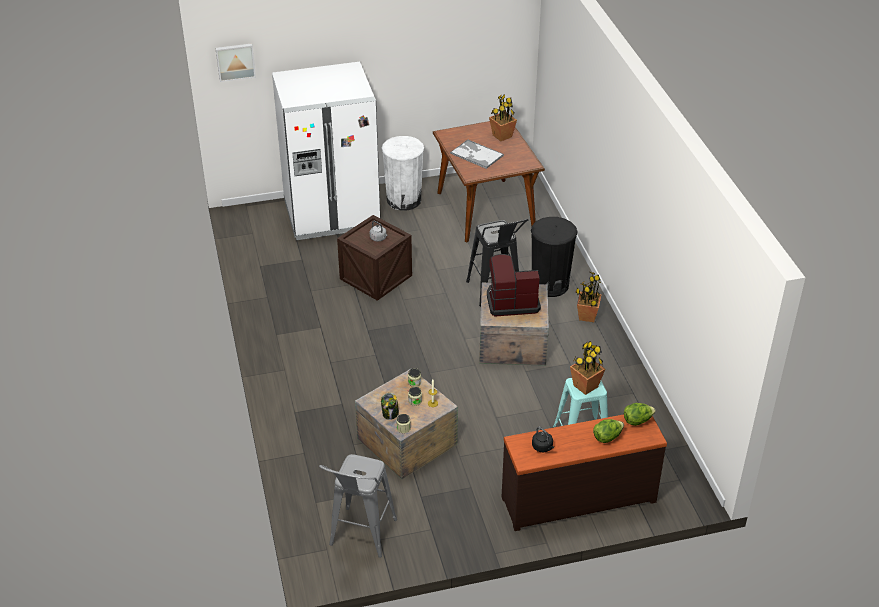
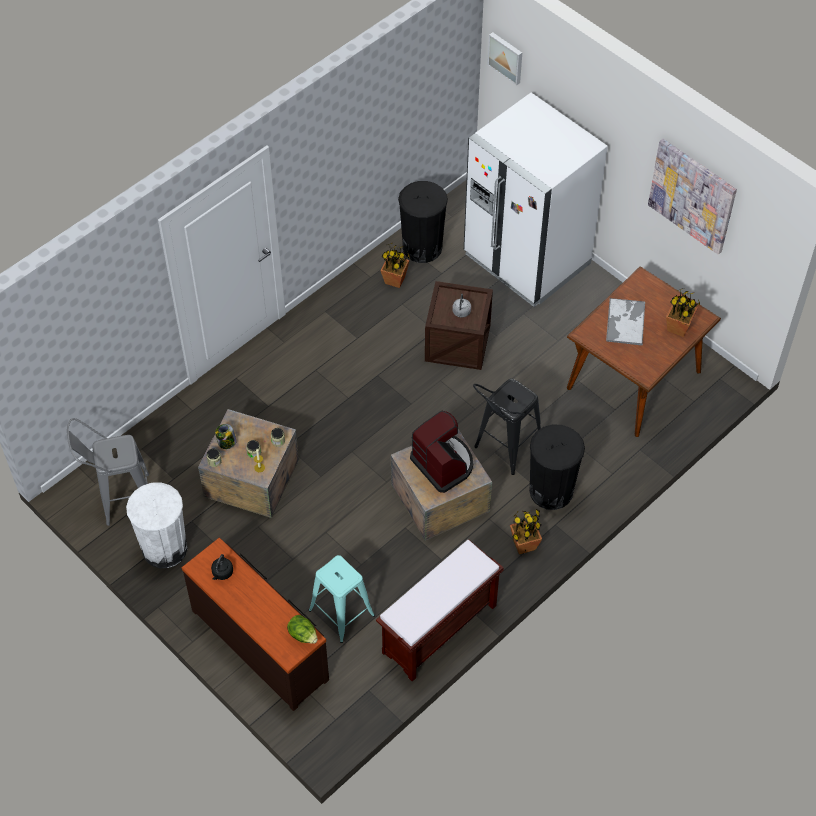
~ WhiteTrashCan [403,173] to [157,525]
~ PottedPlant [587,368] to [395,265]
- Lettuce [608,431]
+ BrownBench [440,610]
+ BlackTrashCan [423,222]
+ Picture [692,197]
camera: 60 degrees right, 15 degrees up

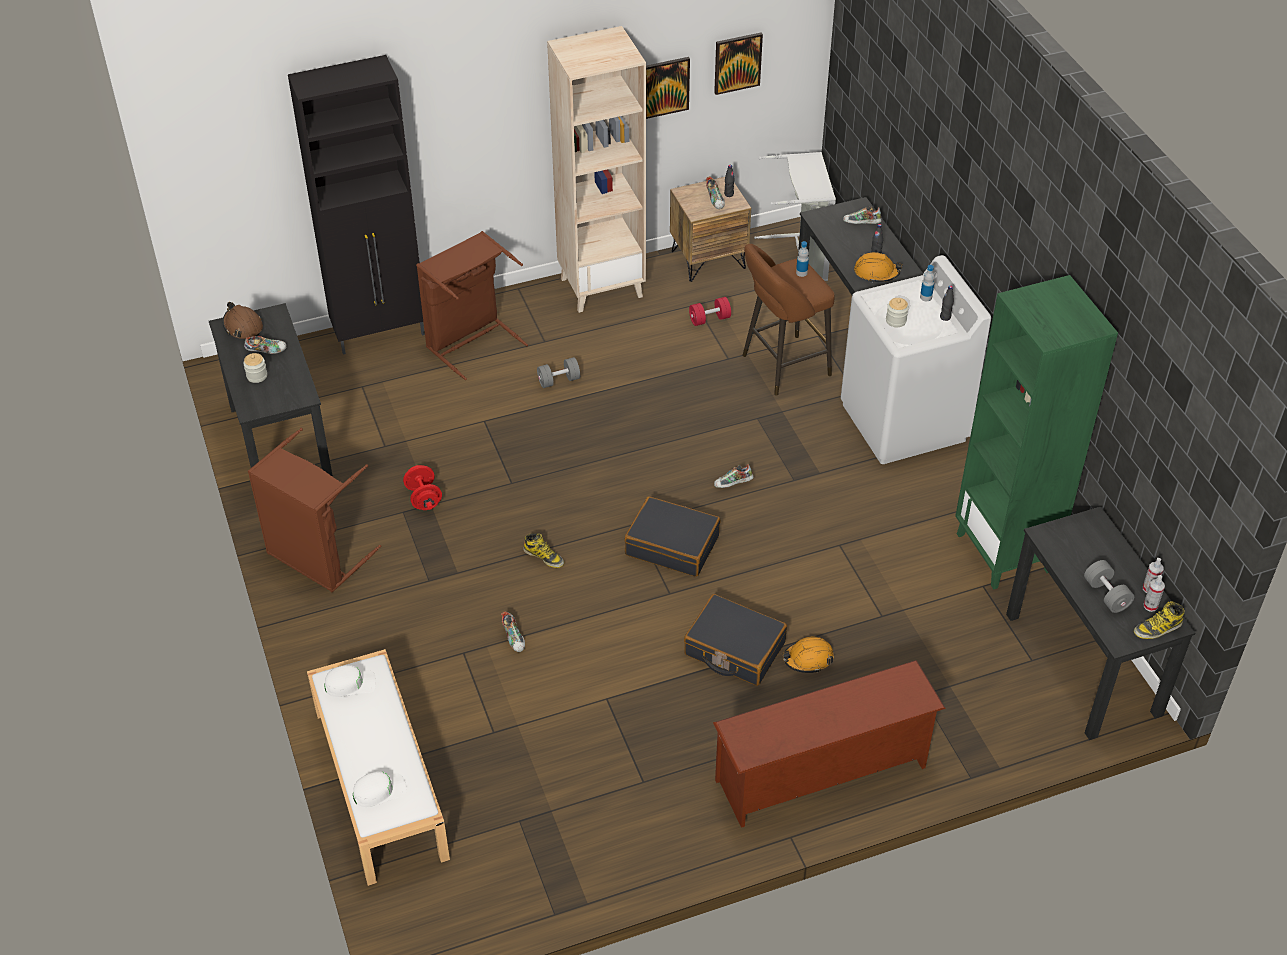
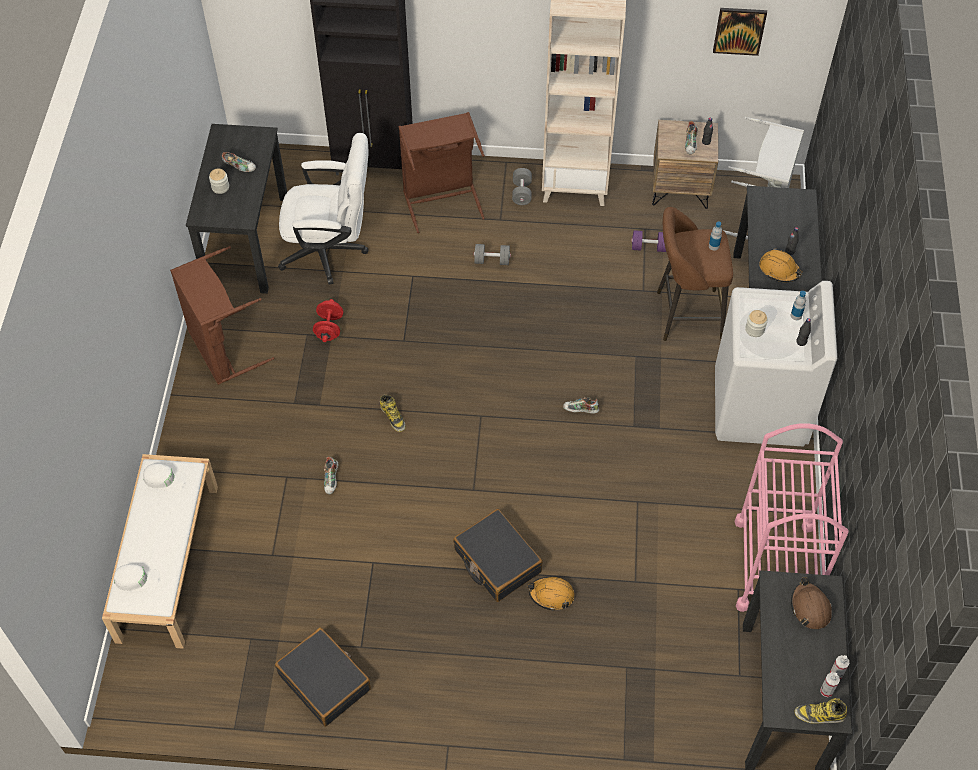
~ BrownHardHat [243,320] to [811,603]
~ BlackSuitcase [672,536] to [323,677]
- Picture [668,88]
~ RedDumbbell [710,311] to PurpleDumbbell [648,241]
- BrownShoeRack [829,744]
- Shoe [862,215]
~ GreenBookcase [1036,432] to PinkCart [791,517]
~ GreyDumbbell [1109,586] to [522,186]
+ WhiteOfficeChair [323,209]
camera: 25 degrees right, 10 degrees up

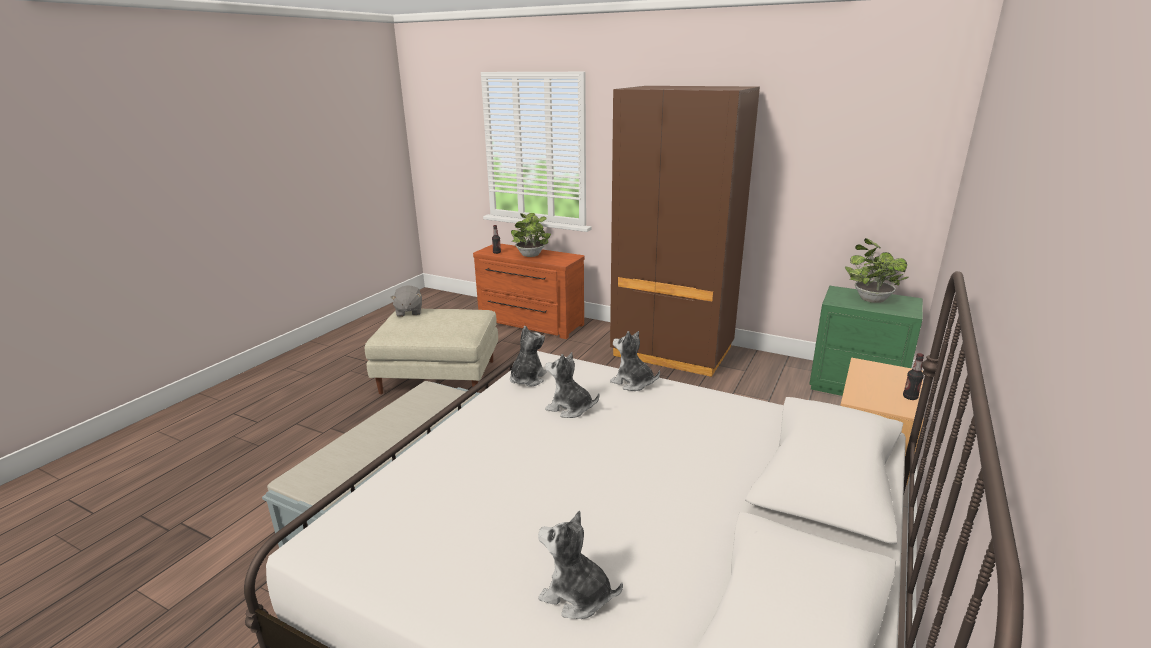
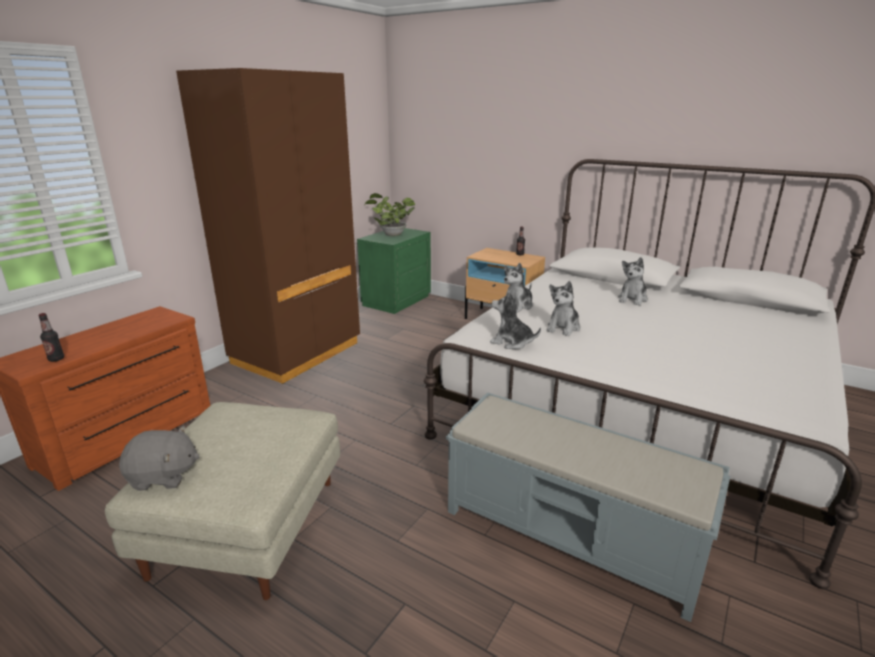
- PottedPlant [531,235]
~ PlushToy [580,564] to [633,281]
camera: 85 degrees left, 0 degrees up

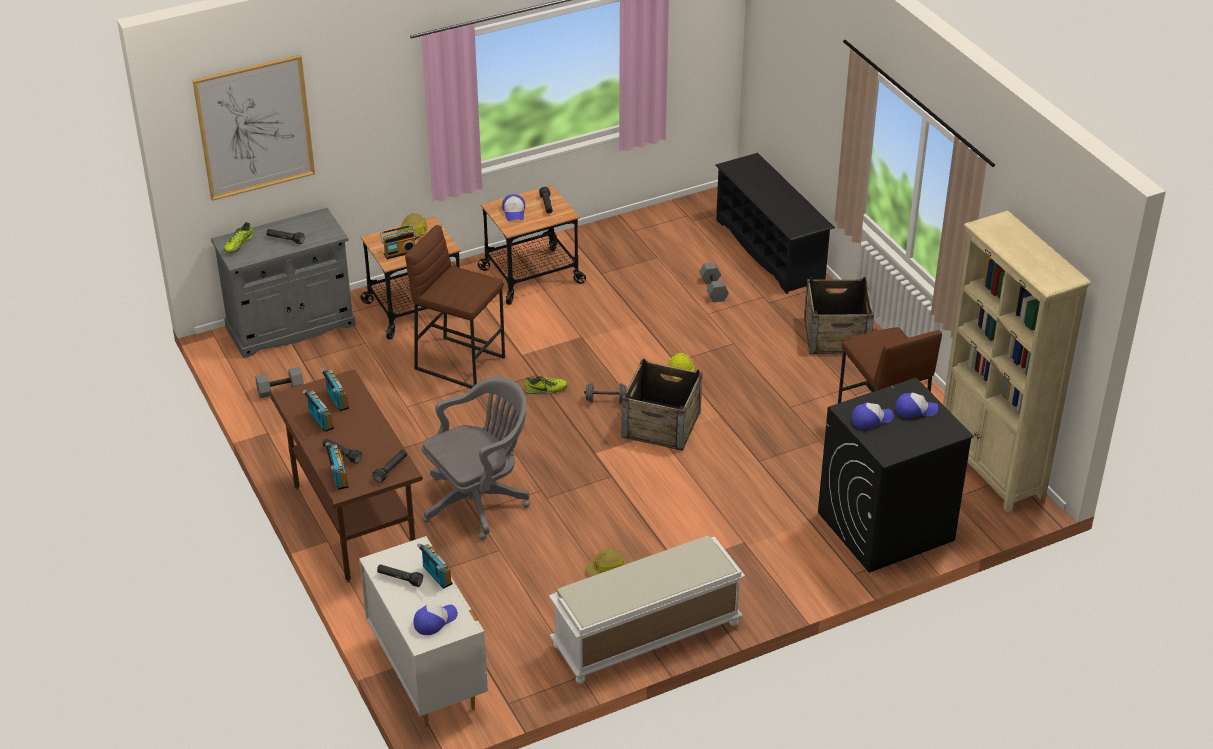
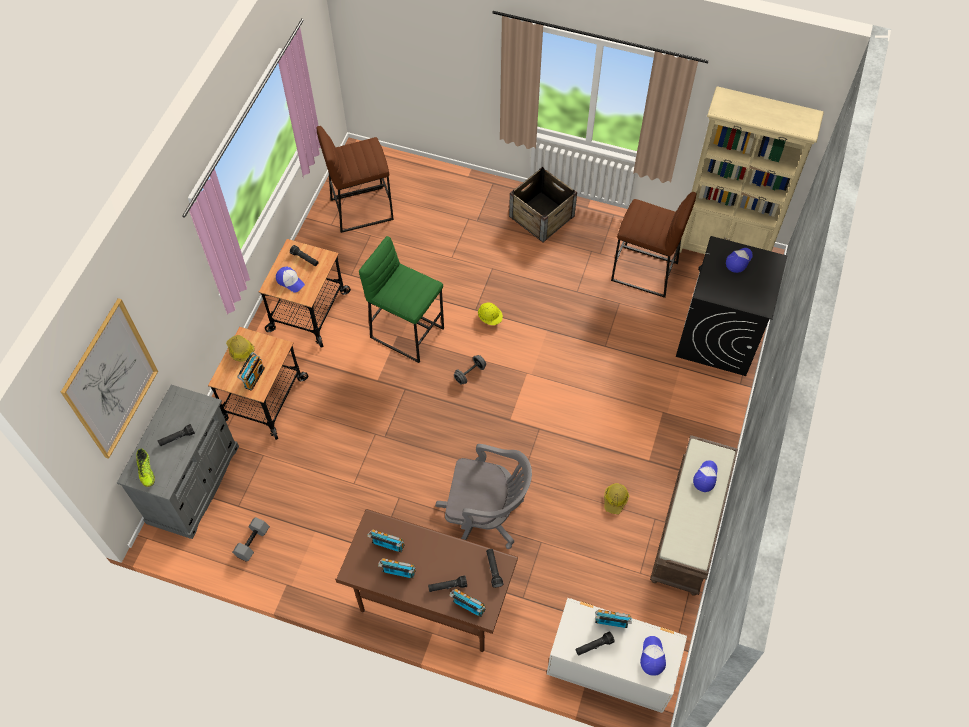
~ BrownStool [455,306] to [355,179]
~ GreyOfficeChair [476,458] = [483,496] 90 degrees clockwise
- Shoe [546,385]
~ WhiteBench [647,610] to BrownBench [694,515]
- Crate [662,404]
- GreyDumbbell [714,282]
- BlackShoeRack [775,223]
~ Cap [872,416] to [705,476]
+ GreenStool [401,299]
camera: 45 degrees left, 20 degrees up

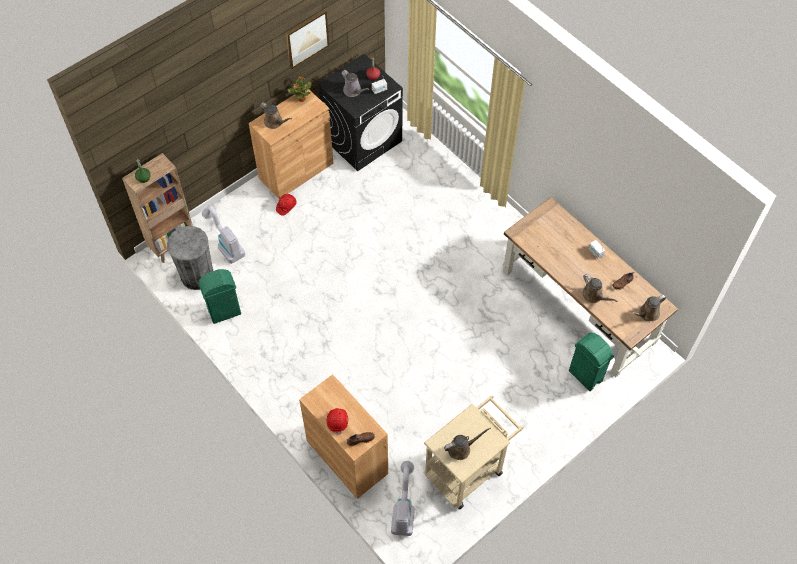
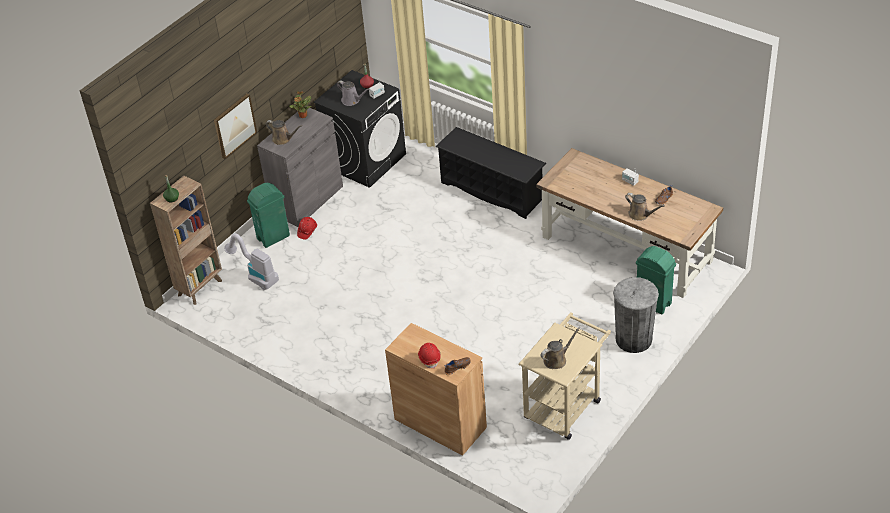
~ GreyTrashCan [190,258] to [636,315]
~ GreenTrashCan [219,296] to [268,215]
~ BrownCabinet [291,144] to GreyCabinet [300,166]
~ Picture [307,39] to [235,126]
- VacuumCleaner [403,498]
- BrownWateringCan [648,308]
+ BlackShoeRack [490,173]
camera: 10 degrees left, 15 degrees down

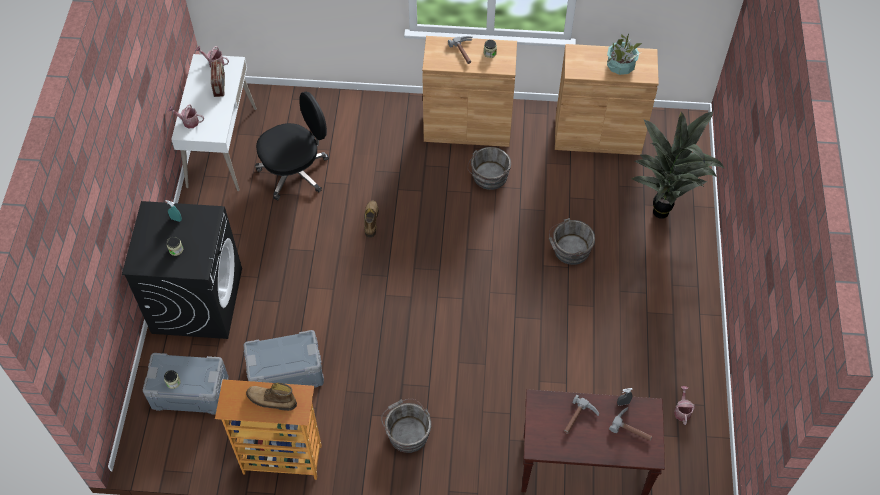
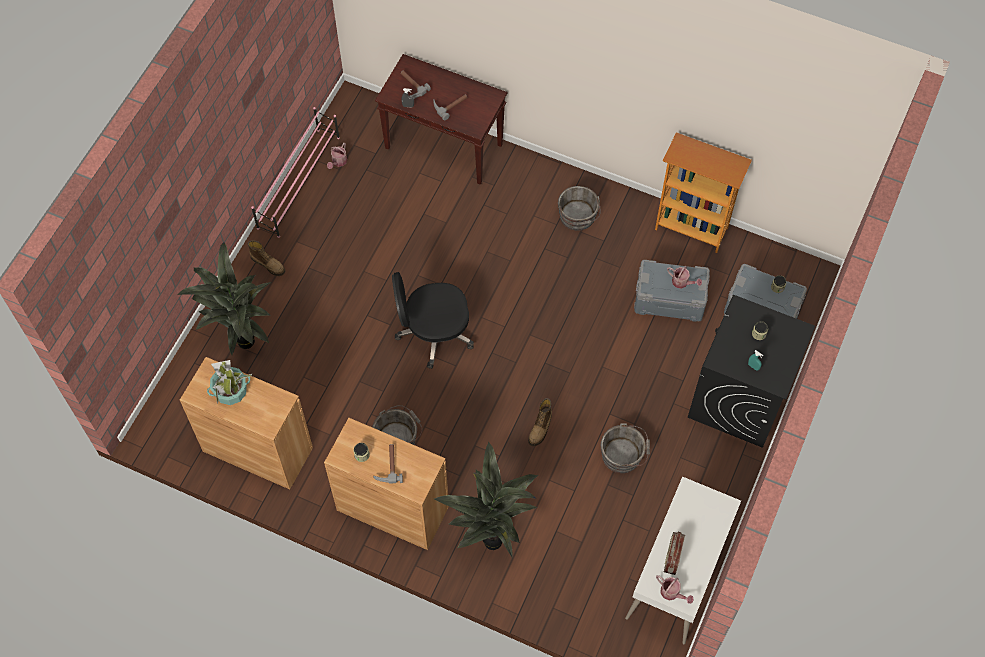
~ WateringCan [186,116] to [684,277]
~ Boot [271,397] to [266,258]
~ BlackOfficeChair [292,146] to [433,320]
~ GreyBucket [572,241] to [625,448]
+ PinkShoeRack [295,172]
+ PottedPlant [486,499]
camera: 160 degrees left, 5 degrees up

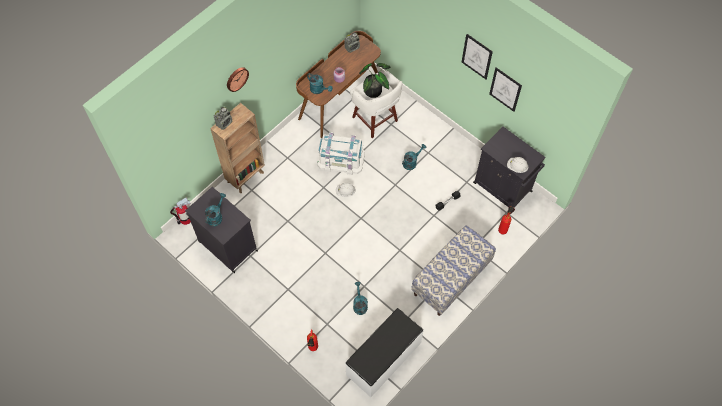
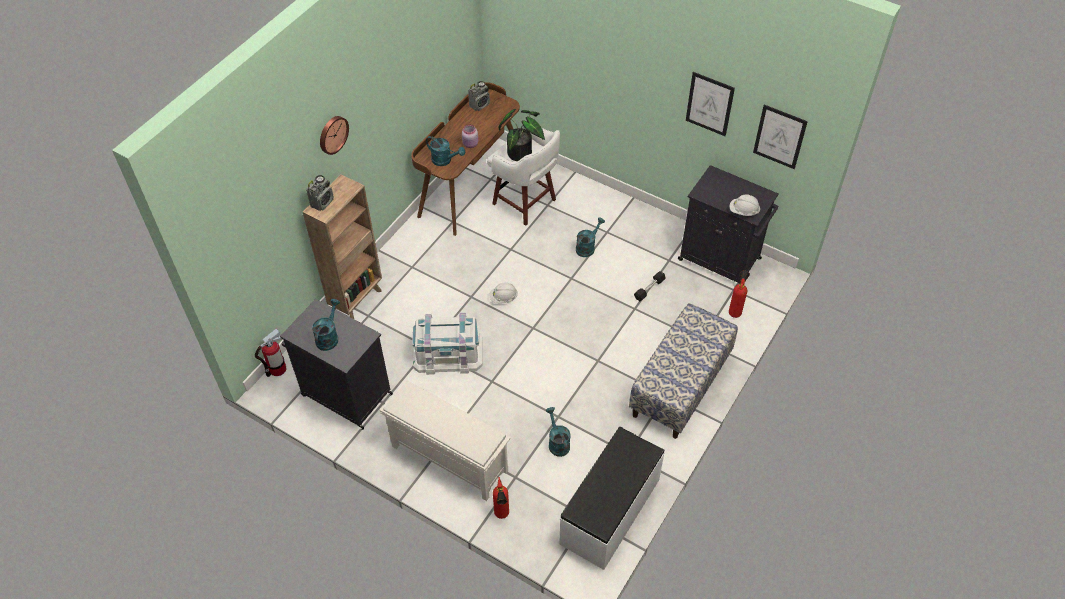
~ WhiteStorageBox [341,153] to [447,343]
~ Picture [477,56] to [780,137]
+ WhiteShoeRack [445,440]
camera: 10 degrees left, 10 degrees down

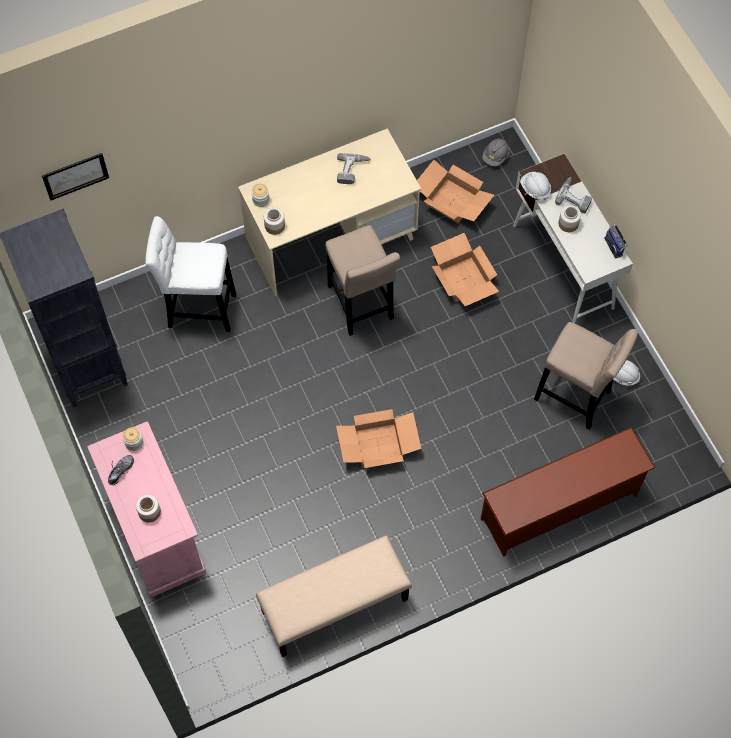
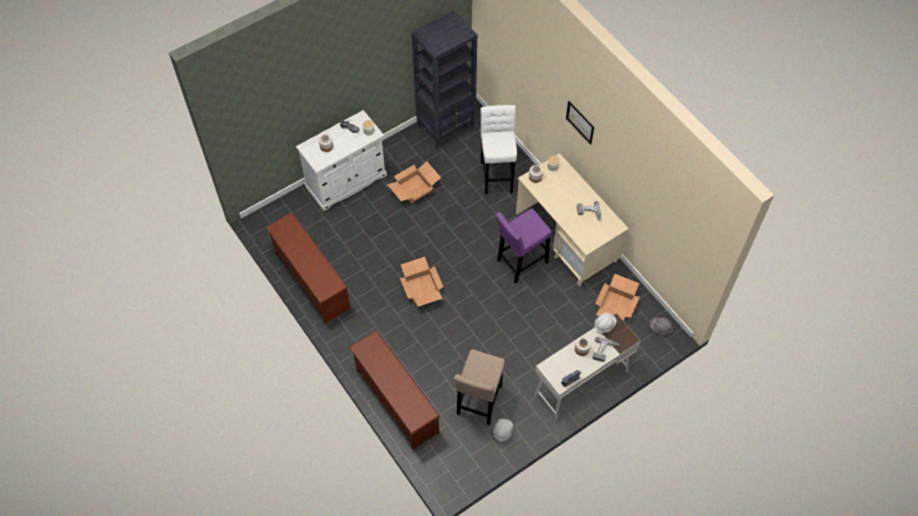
~ Picture [75,177] to [580,123]
~ PinkCabinet [146,509] to WhiteCabinet [341,160]
~ BeigeBench [334,596] to BrownShoeRack [308,267]
~ BeigeStool [362,280] to PurpleStool [524,246]
~ CardboardBox [465,269] to [414,182]
camera: 80 degrees right, 5 degrees down

